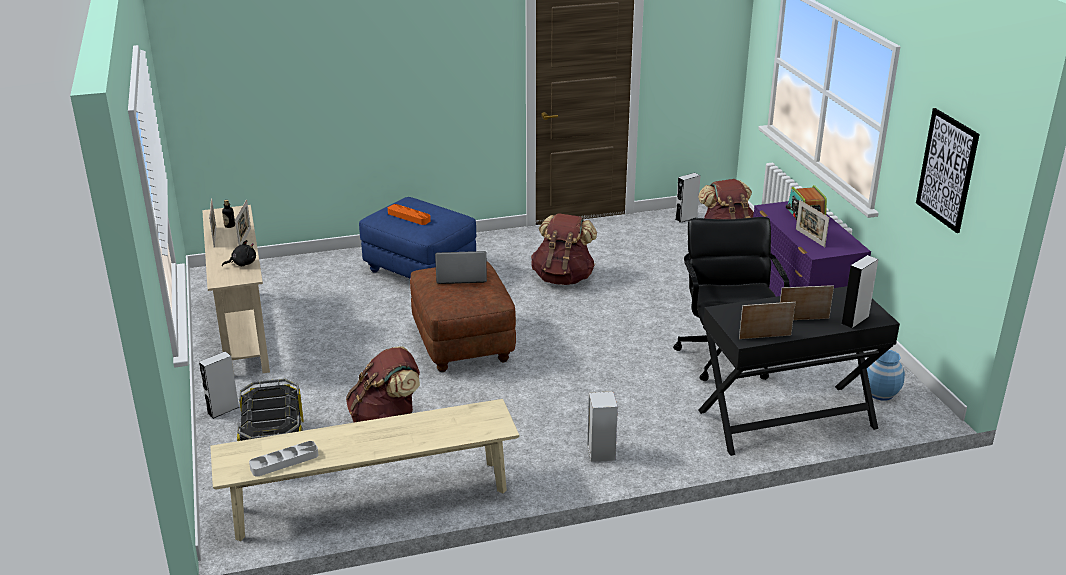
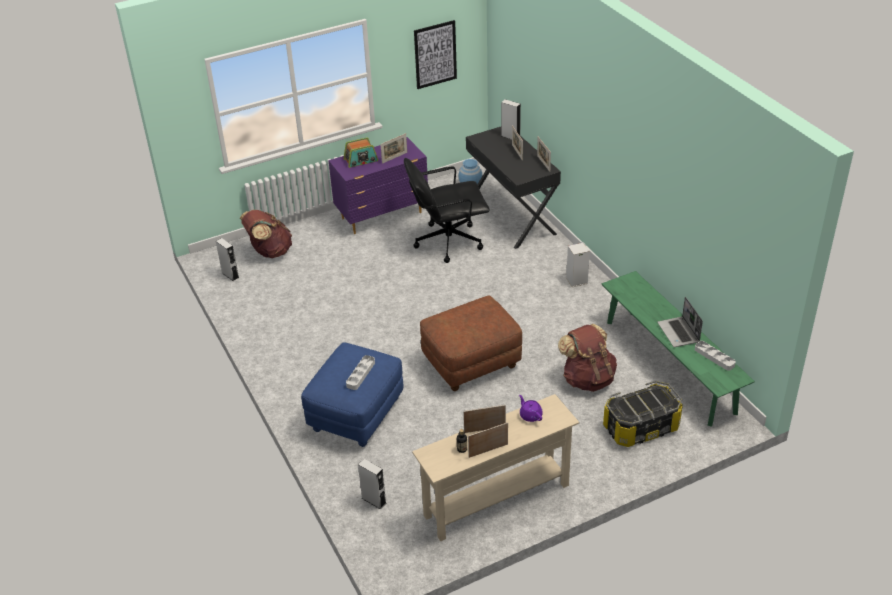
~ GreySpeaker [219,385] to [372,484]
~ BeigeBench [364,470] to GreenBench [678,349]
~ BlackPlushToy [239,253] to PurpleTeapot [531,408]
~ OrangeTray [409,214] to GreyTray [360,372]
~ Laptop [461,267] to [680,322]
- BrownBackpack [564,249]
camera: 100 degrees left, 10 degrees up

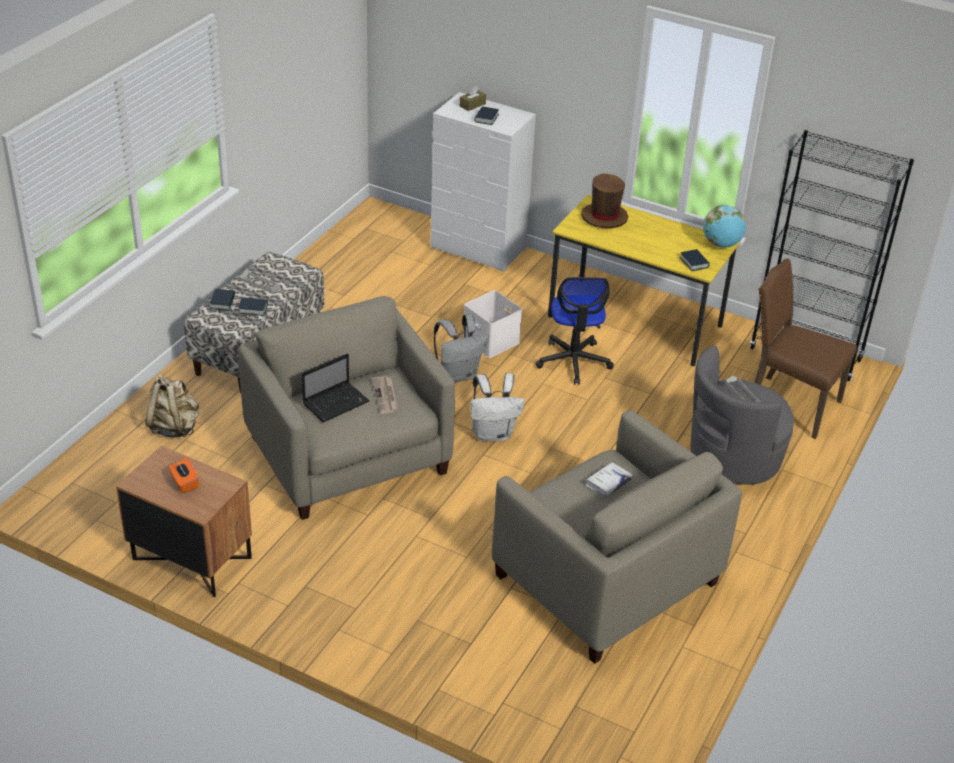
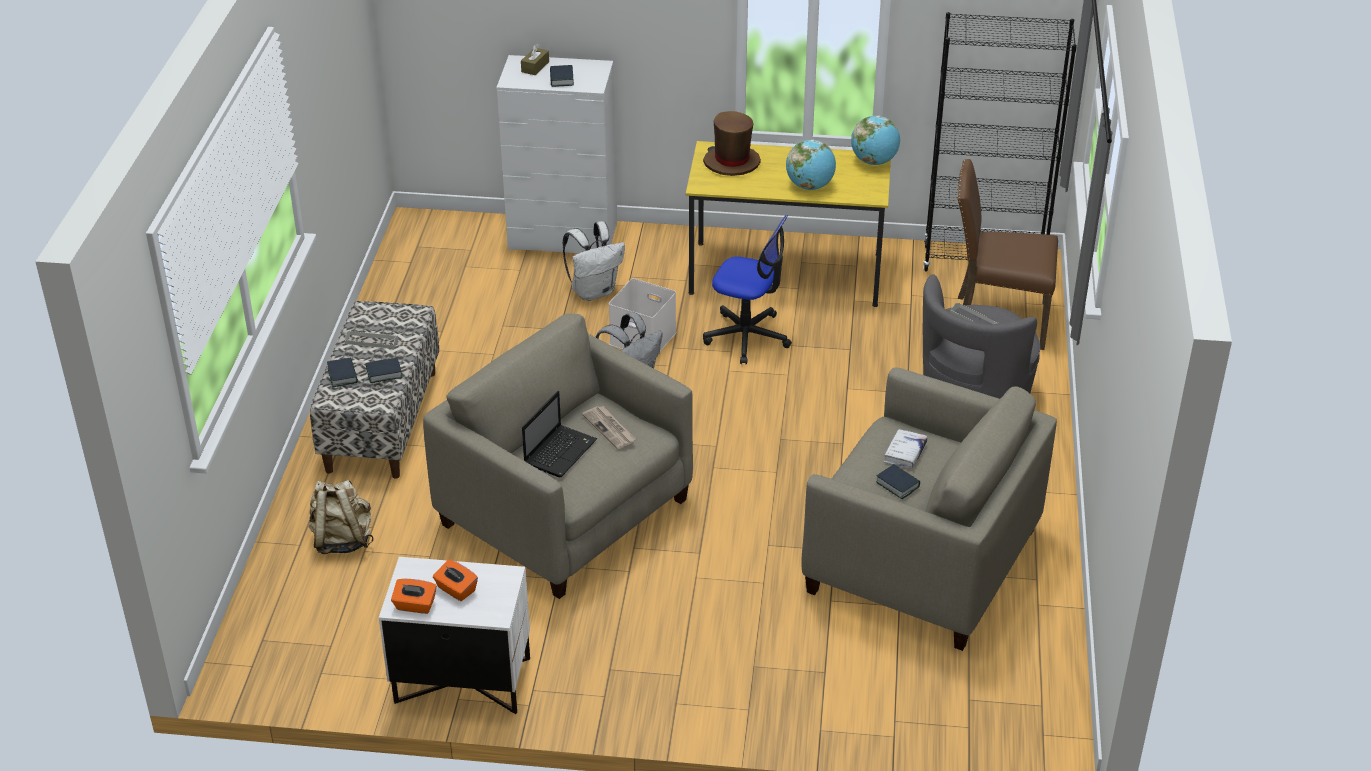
~ BrownNightstand [184,521] to WhiteNightstand [454,635]
~ WhiteBackpack [498,407] to [594,261]
~ OfficeChair [575,330] = [747,290] 45 degrees counterclockwise
~ Book [695,260] to [898,481]
+ OrangeTissueBox [414,596]
+ Globe [811,165]
camera: 20 degrees left, 0 degrees up

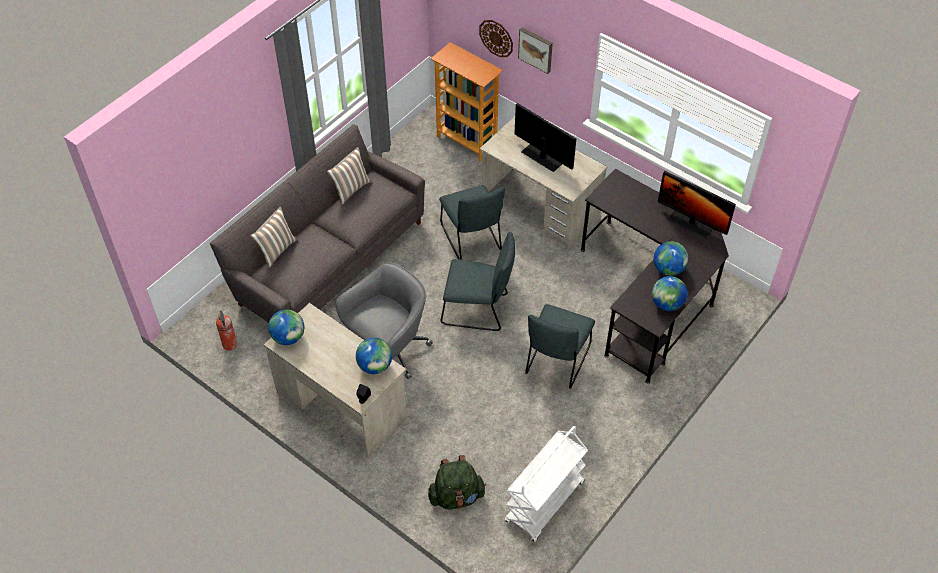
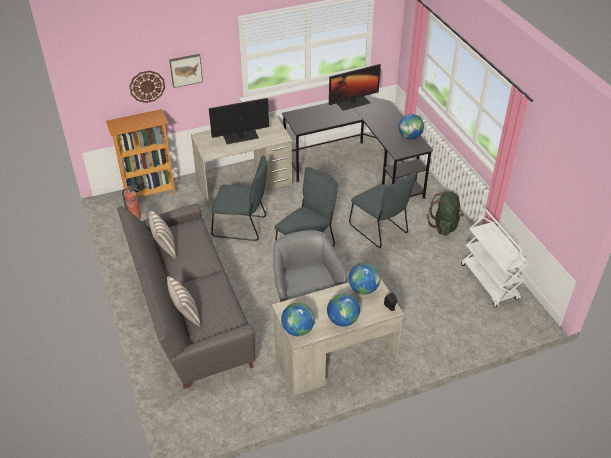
~ FireExtinguisher [226,330] to [131,202]
~ GreenBackpack [457,482] to [445,213]
~ Globe [671,258] to [343,310]
camera: 60 degrees left, 10 degrees down

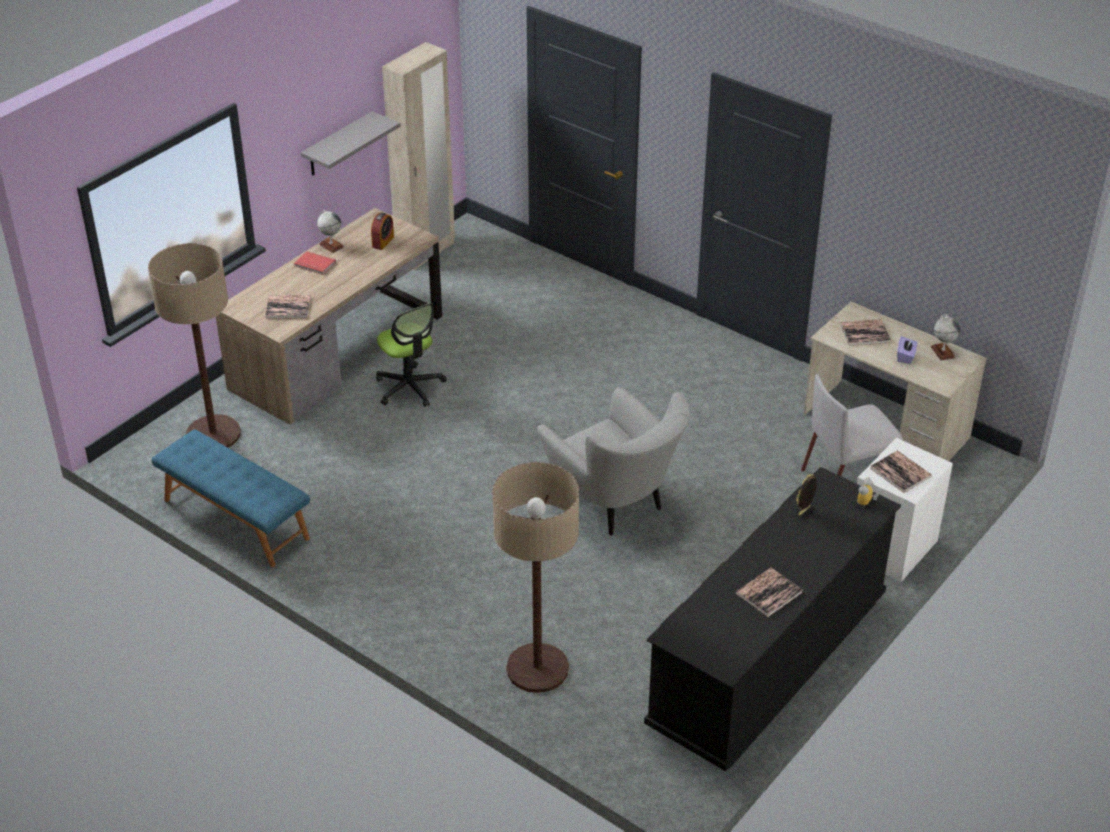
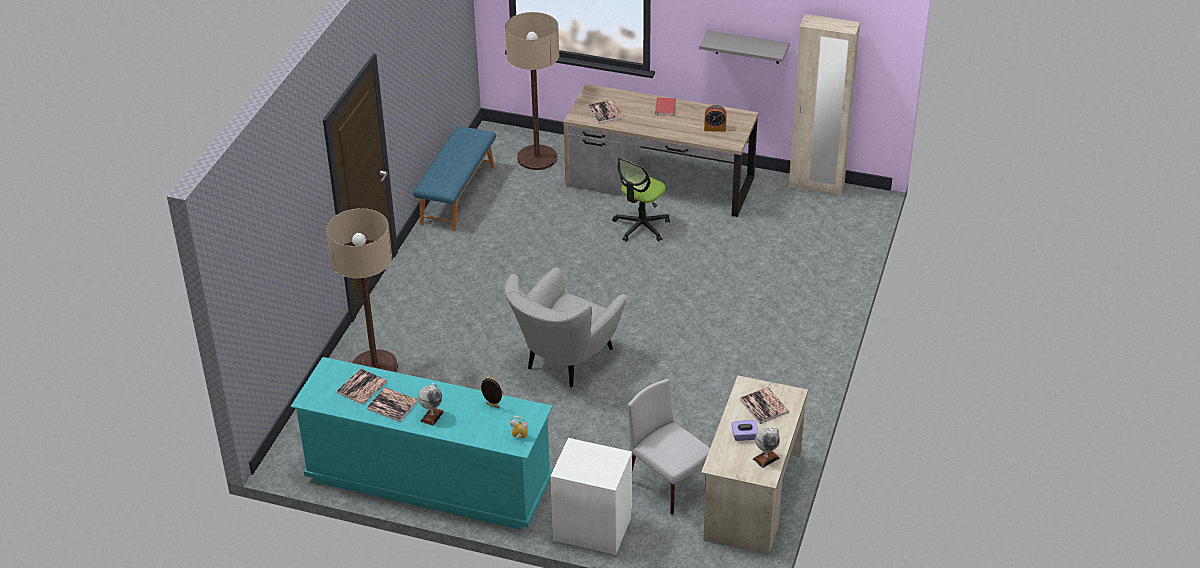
~ Globe [330,231] to [431,404]
~ BlackDresser [772,619] to TurquoiseDresser [422,443]
~ Book [901,472] to [362,386]
camera: 70 degrees right, 0 degrees up

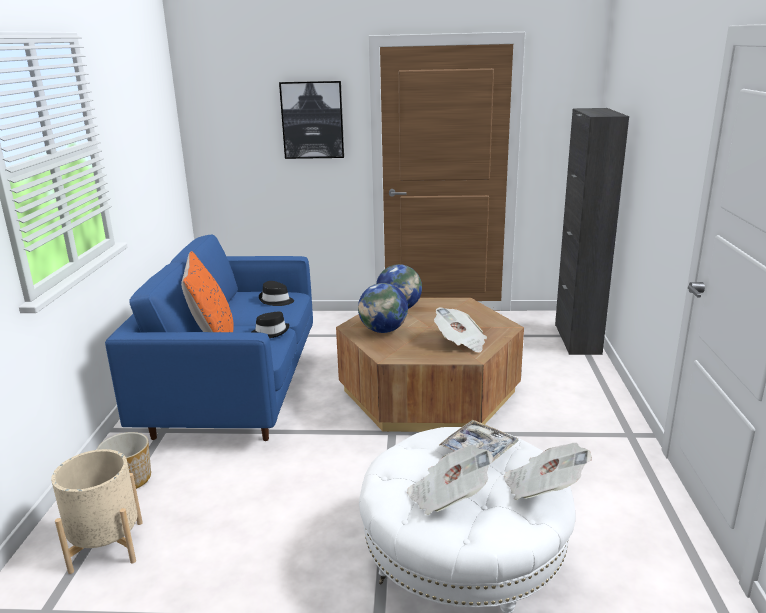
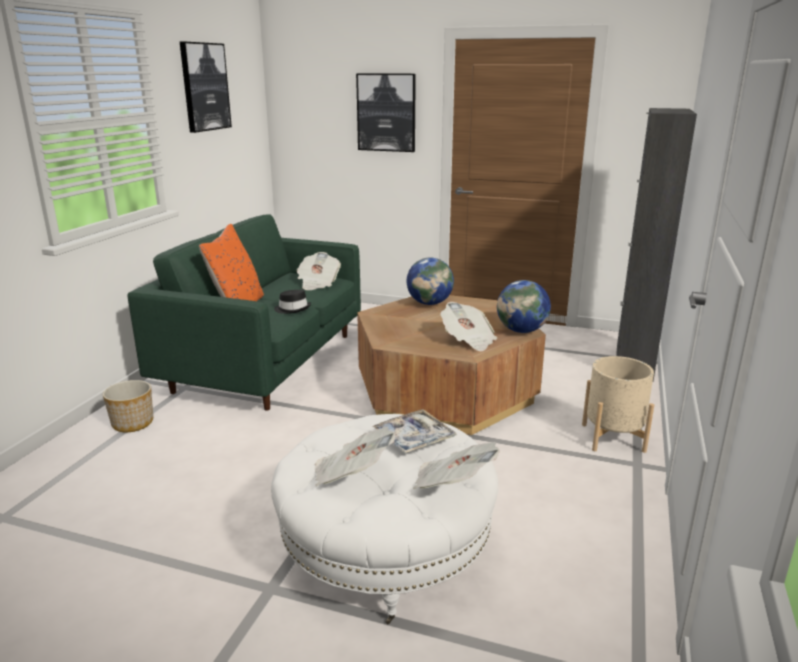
~ BeigePlanter [97,511] to [618,404]
~ BlueSofa [209,337] to GreenSofa [244,312]
~ BlackHat [276,293] to Newspaper [318,271]
~ Globe [383,308] to [524,306]
+ Picture [206,87]
camera: 15 degrees right, 0 degrees up

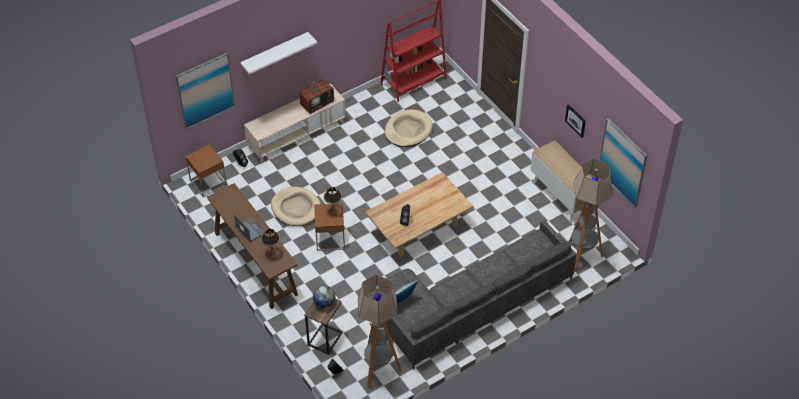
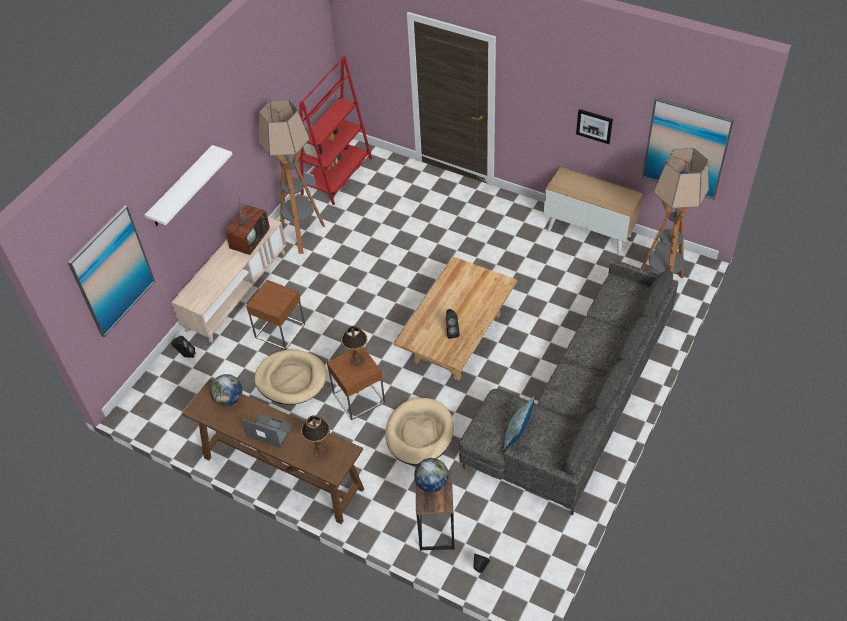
~ BrownSideTable [206,170] to [275,315]
~ FloorLamp [379,332] to [291,177]
~ BeigeDogBed [409,128] to [419,431]
+ Globe [226,390]
camera: 25 degrees left, 0 degrees up

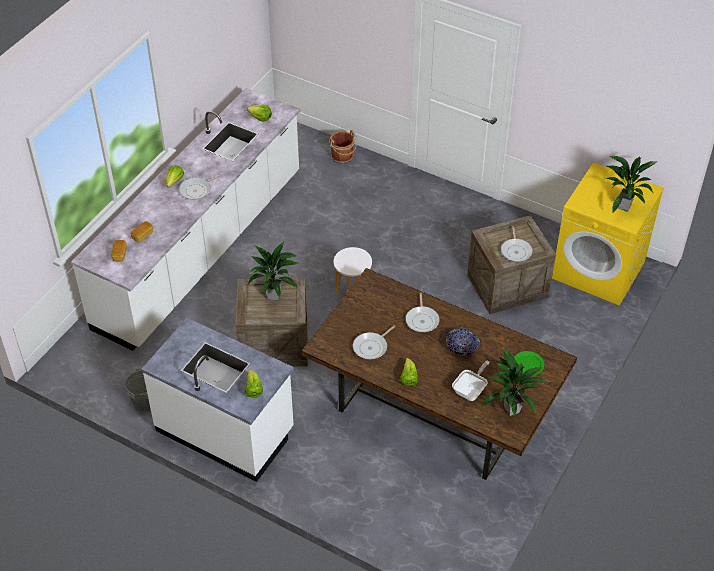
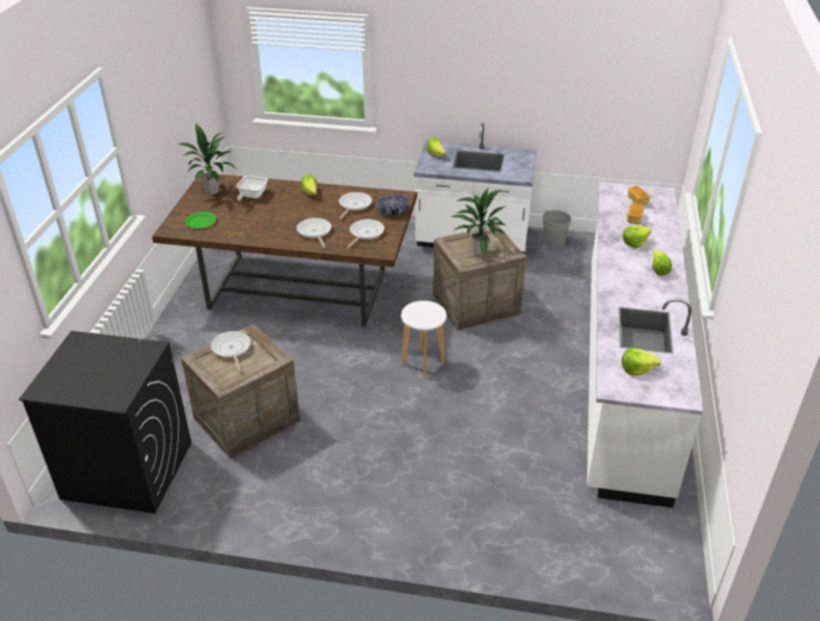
~ FryingPan [200,187] to [365,233]
- BrownBucket [343,147]
~ Bowl [463,342] to [392,205]
~ YellowWashingMachine [608,234] to BlackWashingMachine [105,422]
- PottedPlant [631,184]
+ Lettuce [636,236]
camera: 160 degrees right, 10 degrees down

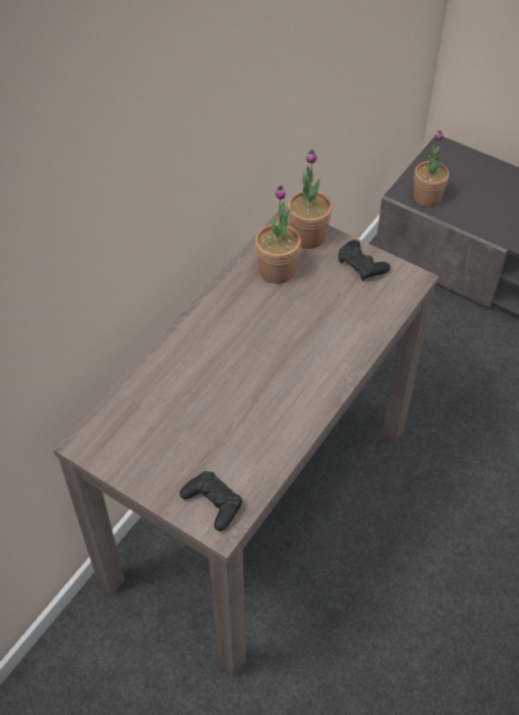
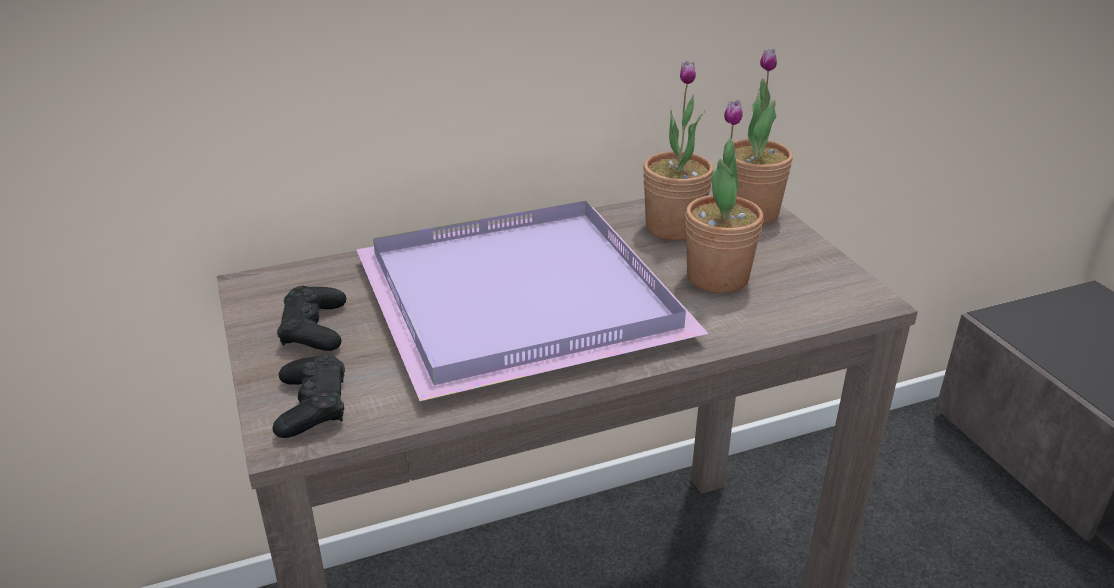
~ BlackGameController [364,260] to [311,318]
~ PottedPlant [431,168] to [724,196]
+ PurpleTray [532,301]
camera: 35 degrees right, 20 degrees down

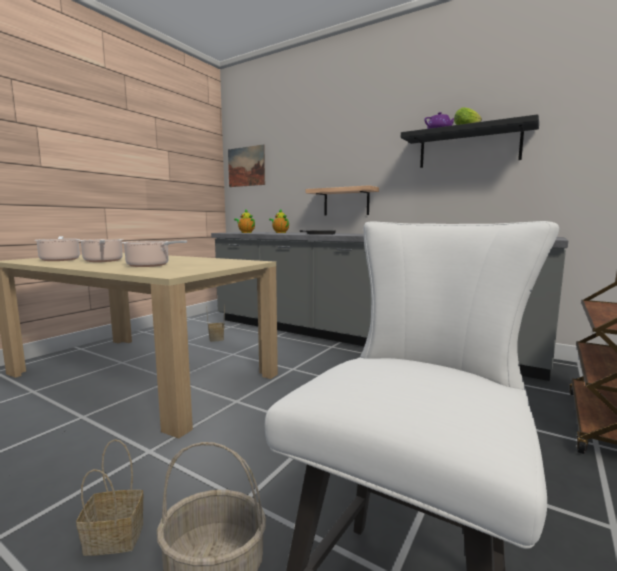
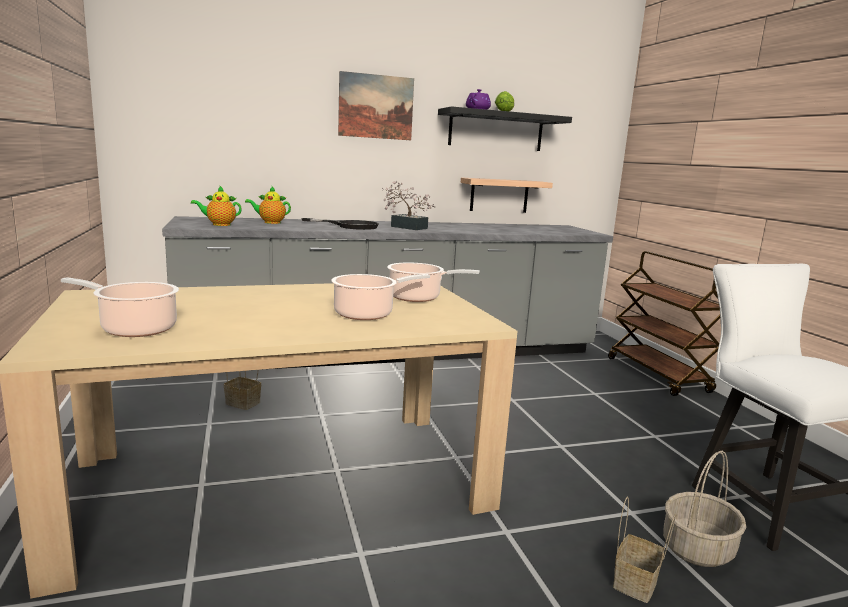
~ CookingPot [101,250] to [433,282]
~ Picture [246,165] to [376,105]
~ Shelf [342,200] to [507,195]
+ PottedPlant [408,205]
camera: 50 degrees left, 5 degrees up

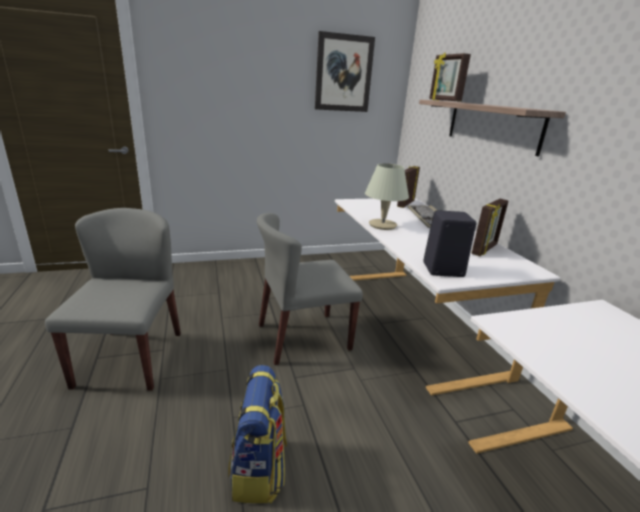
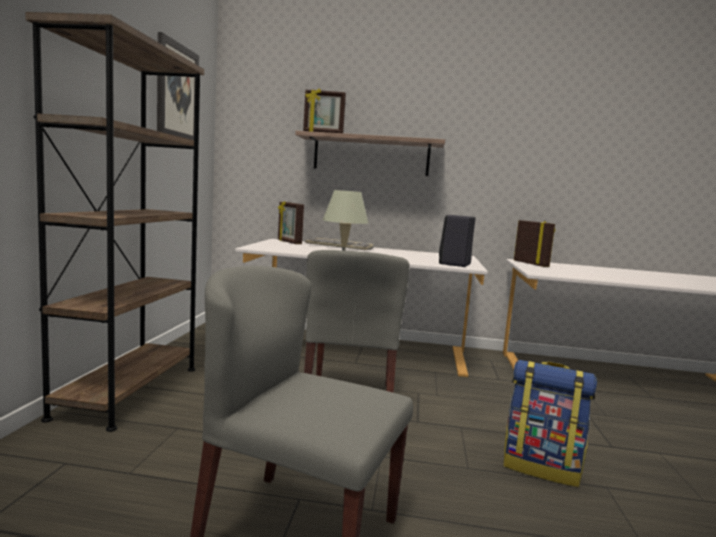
~ PictureFrame [489,227] to [534,243]
+ BrownBookcase [114,222]
camera: 65 degrees left, 15 degrees down

